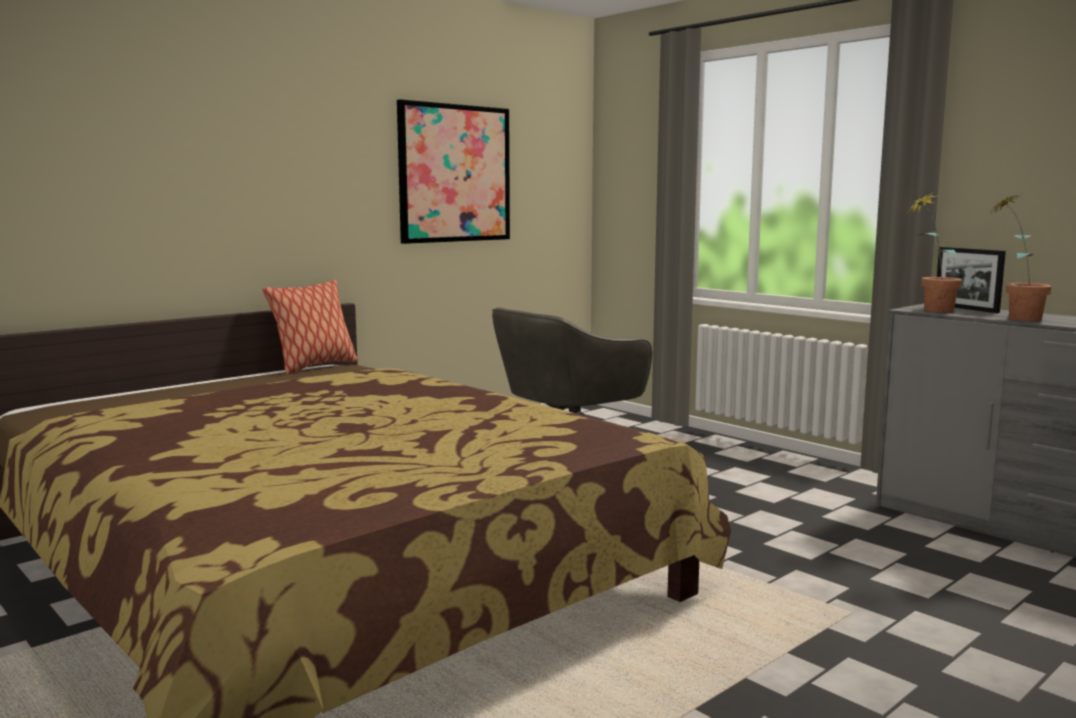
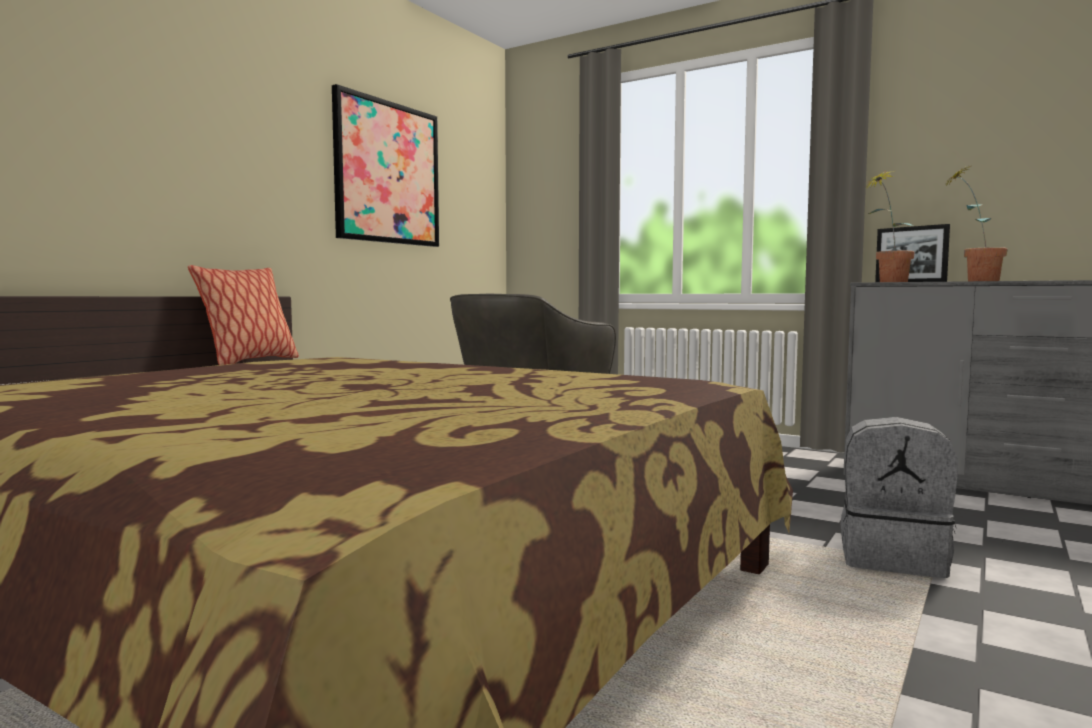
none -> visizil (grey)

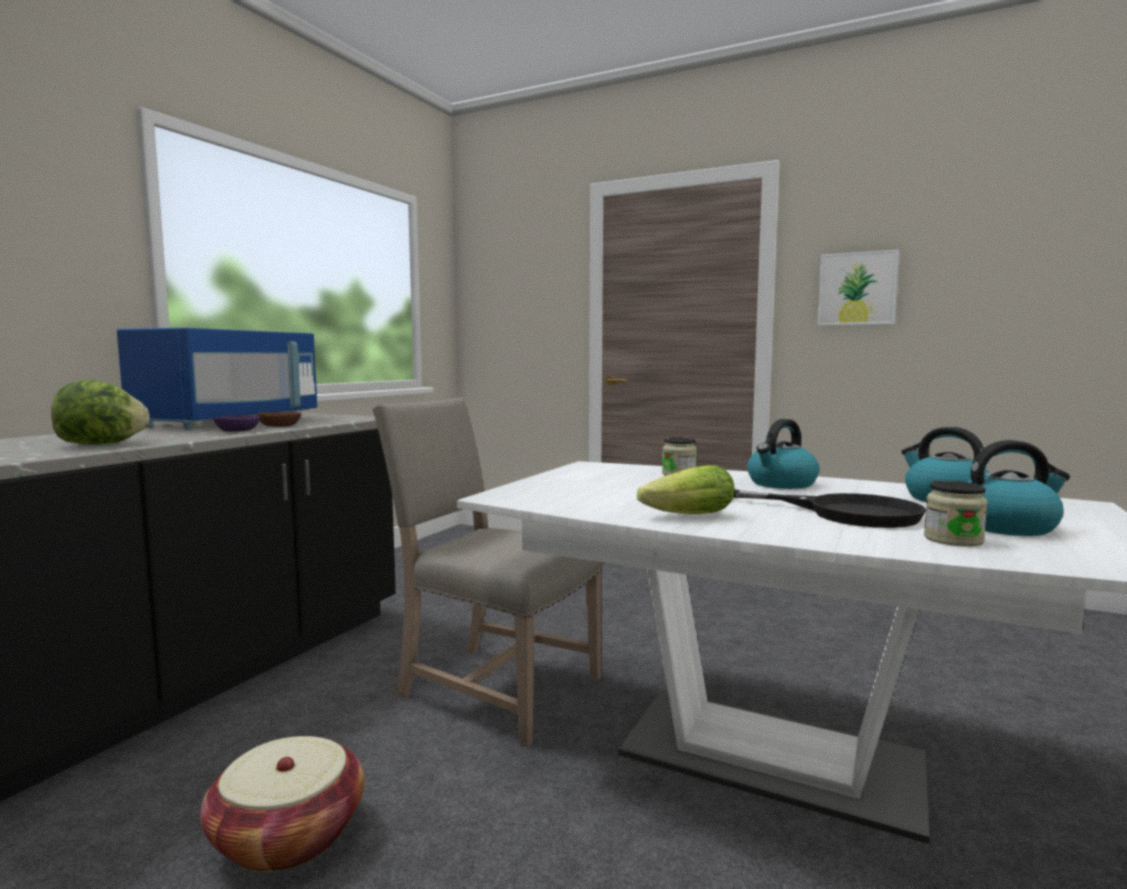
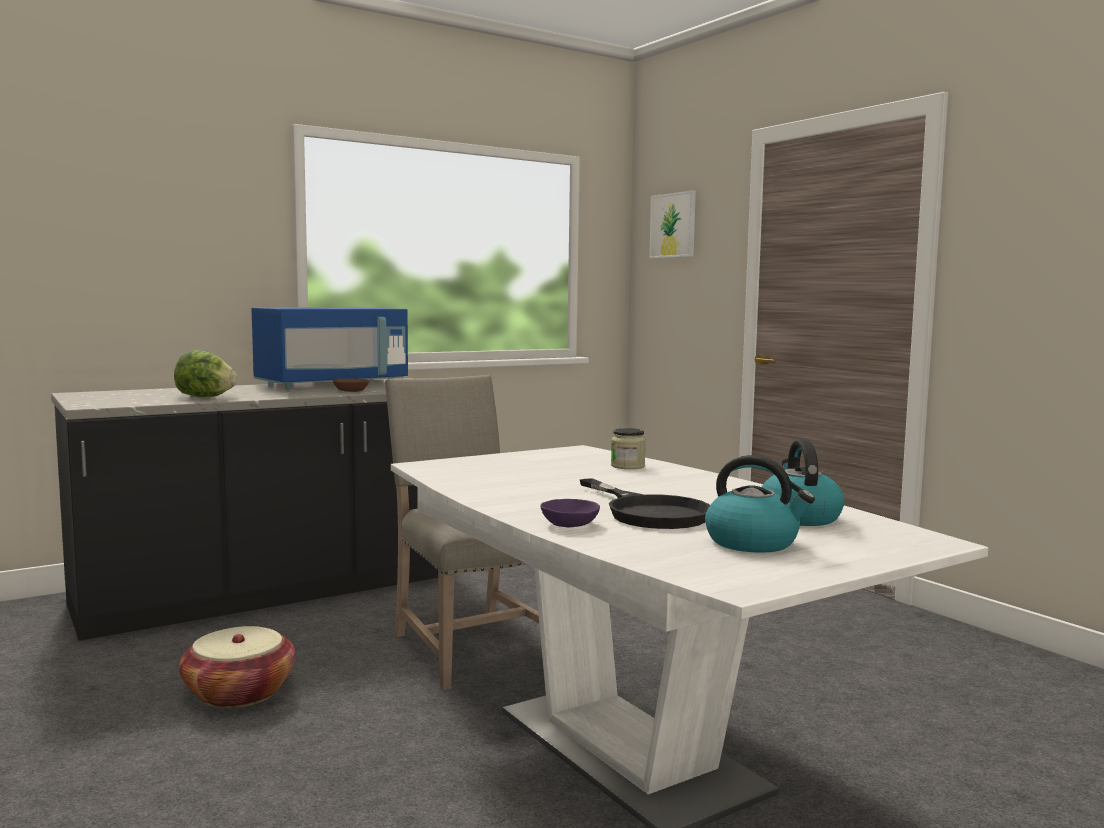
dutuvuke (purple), move
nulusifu, move
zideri (2nd from left) -> none
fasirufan (1st from left) -> none
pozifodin (2nd from left) -> none

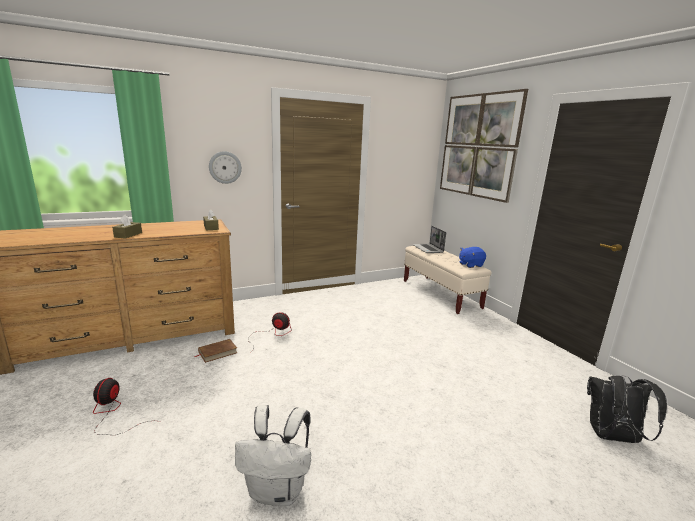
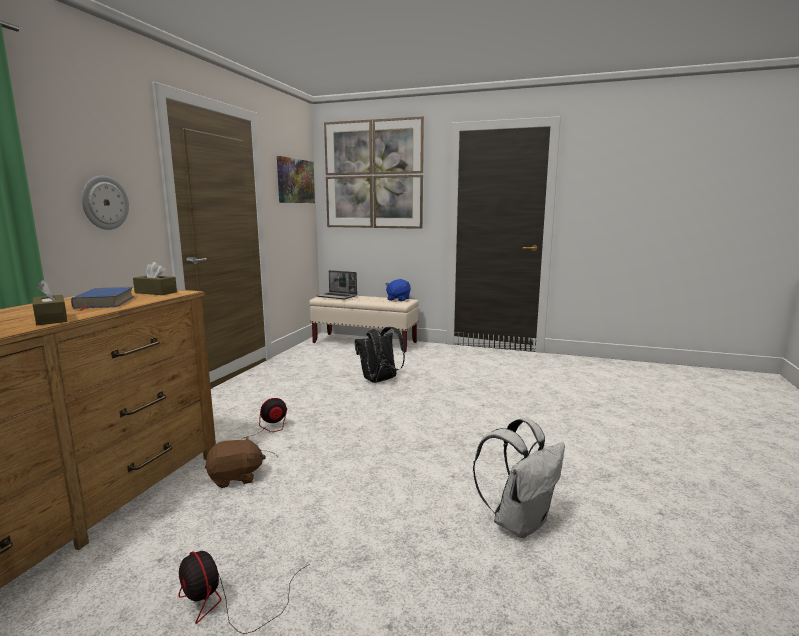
none -> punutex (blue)
punutex (brown) -> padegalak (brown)
none -> nulusifu (1st from left)
visizil (black), move

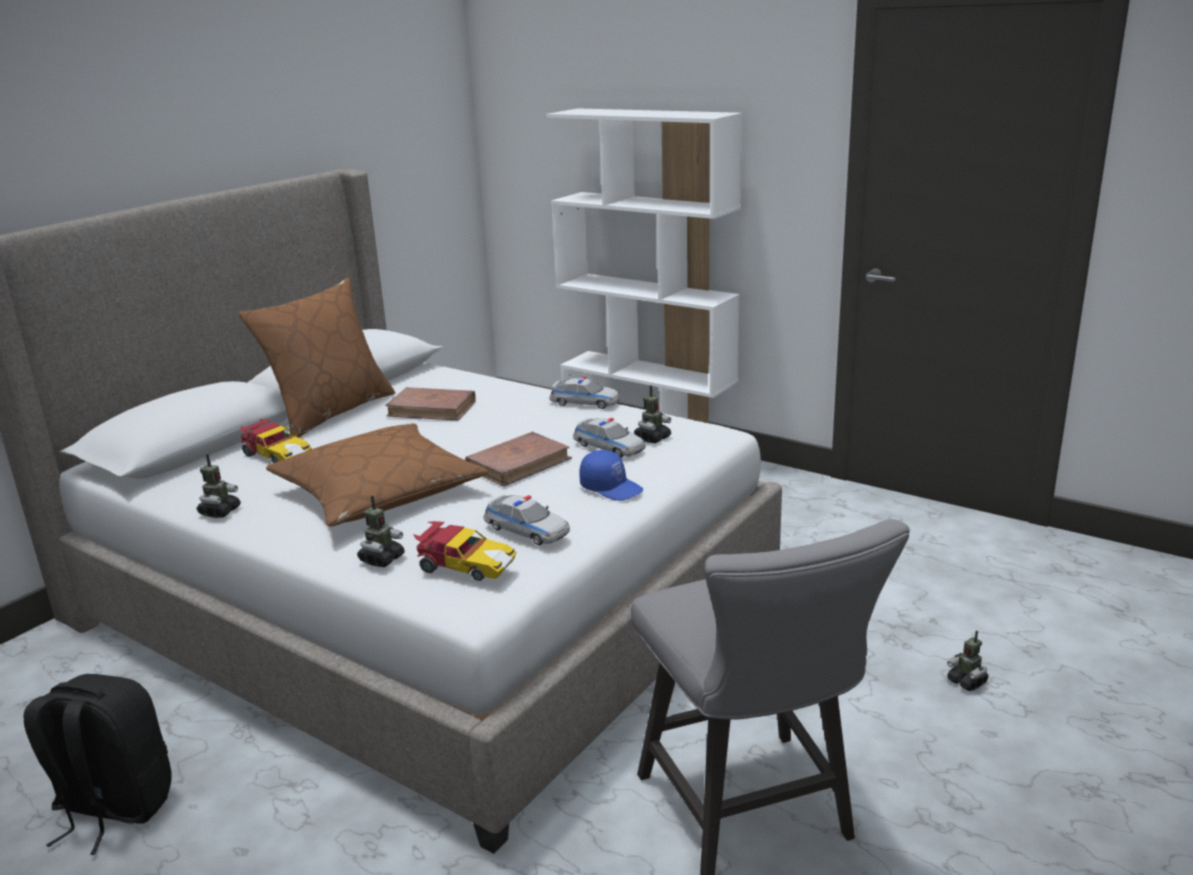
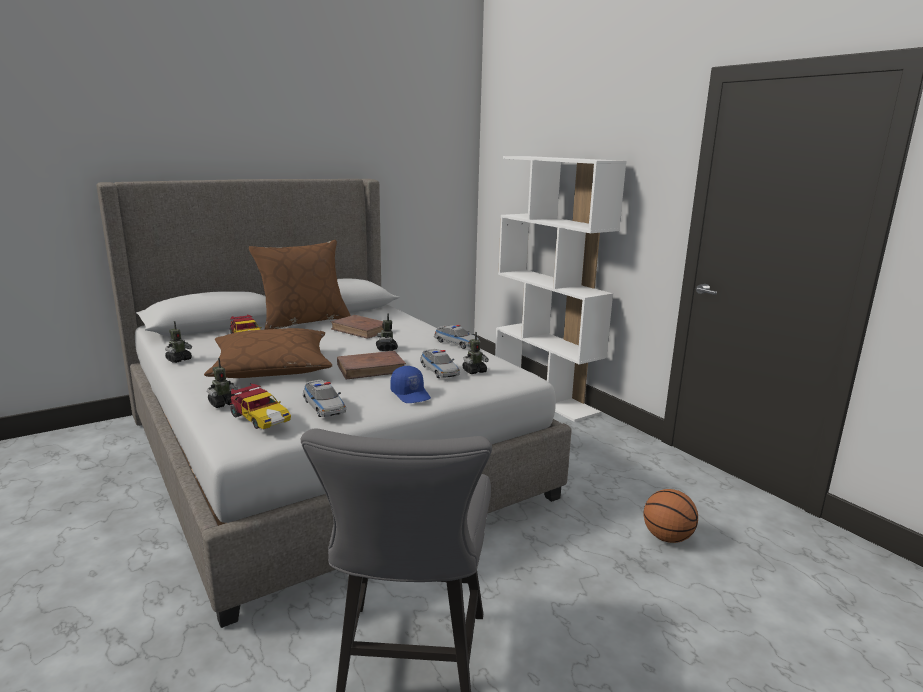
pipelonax (4th from left in the first image) -> pipelonax (3rd from left), move
none -> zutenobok
visizil (black) -> none

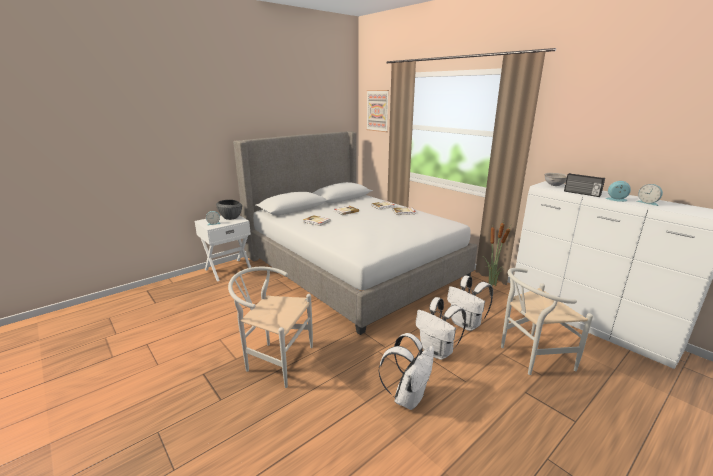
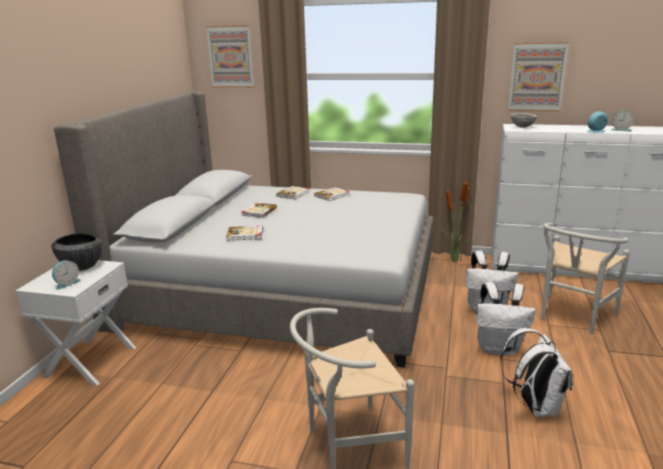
none -> nulusifu (2nd from left)
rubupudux -> none

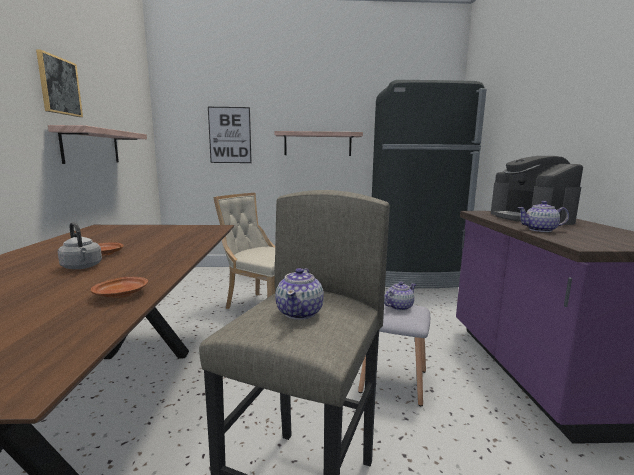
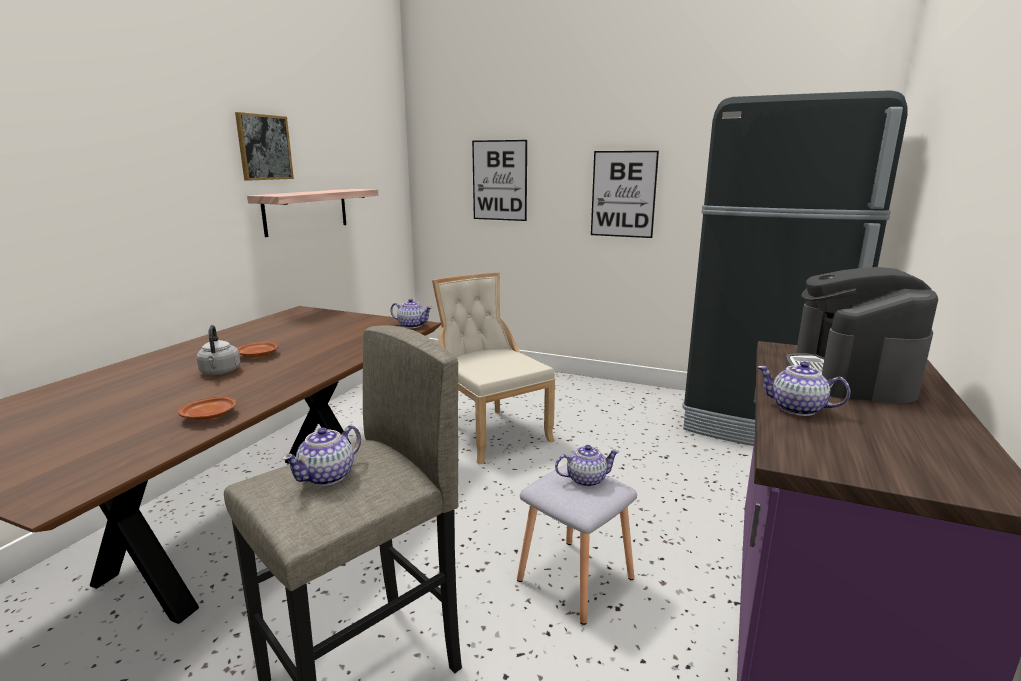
none -> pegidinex (2nd from left)
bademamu (2nd from left) -> nulusifu (3rd from left)

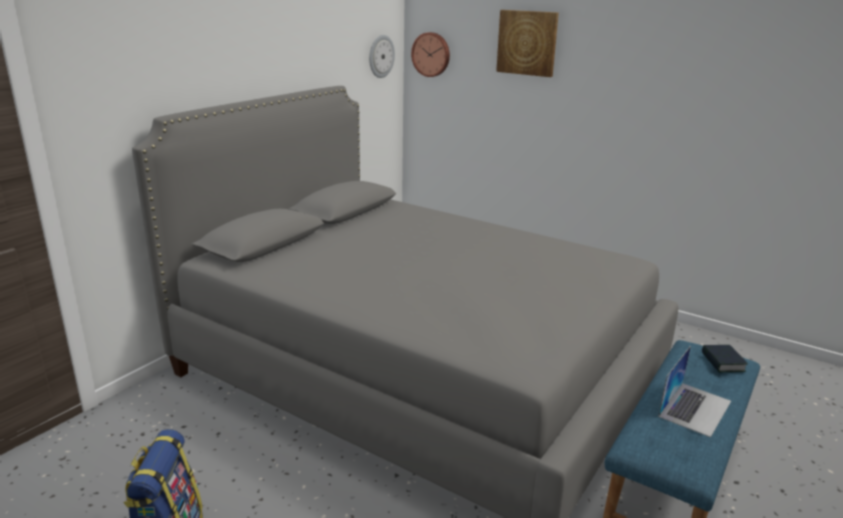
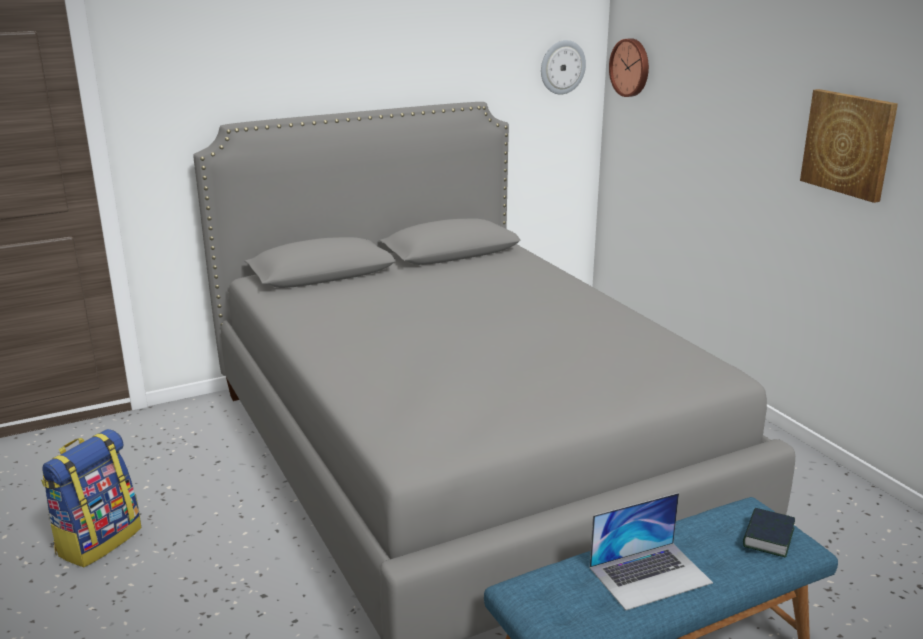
nulusifu, move

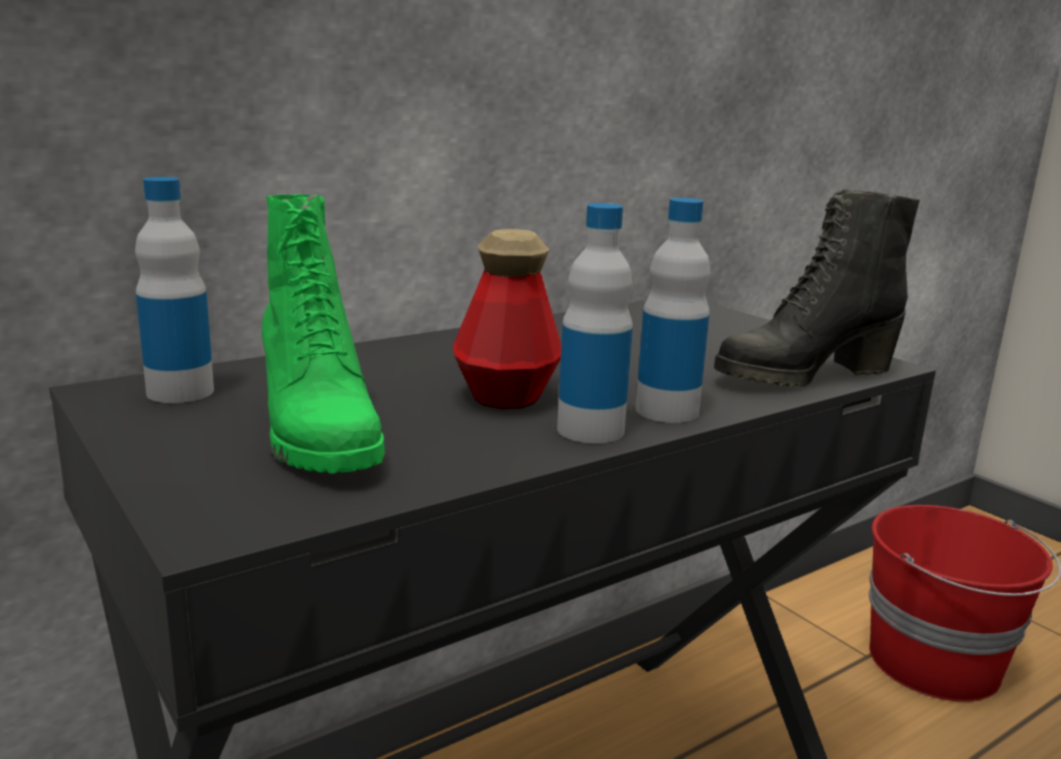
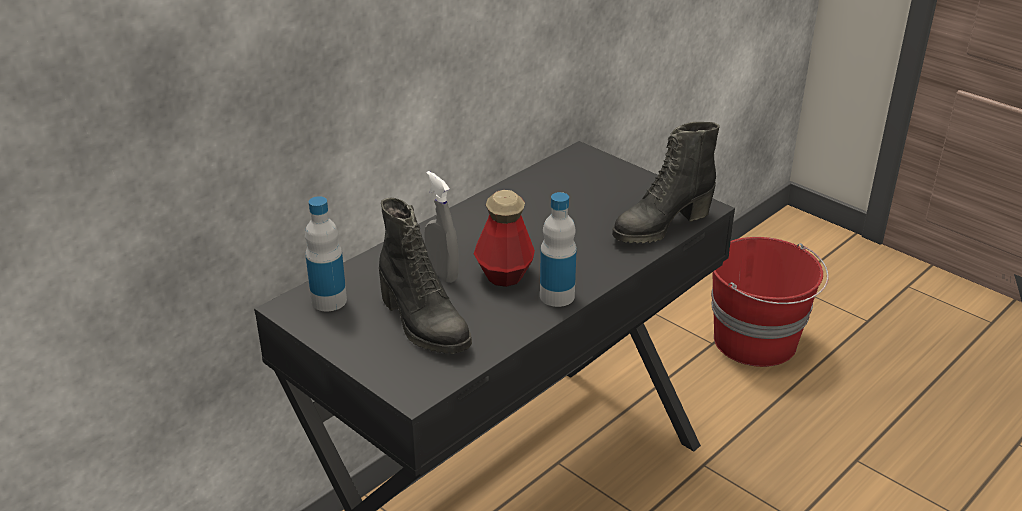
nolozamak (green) -> nolozamak (black) (1st from left)
none -> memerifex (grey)
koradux (4th from left) -> none

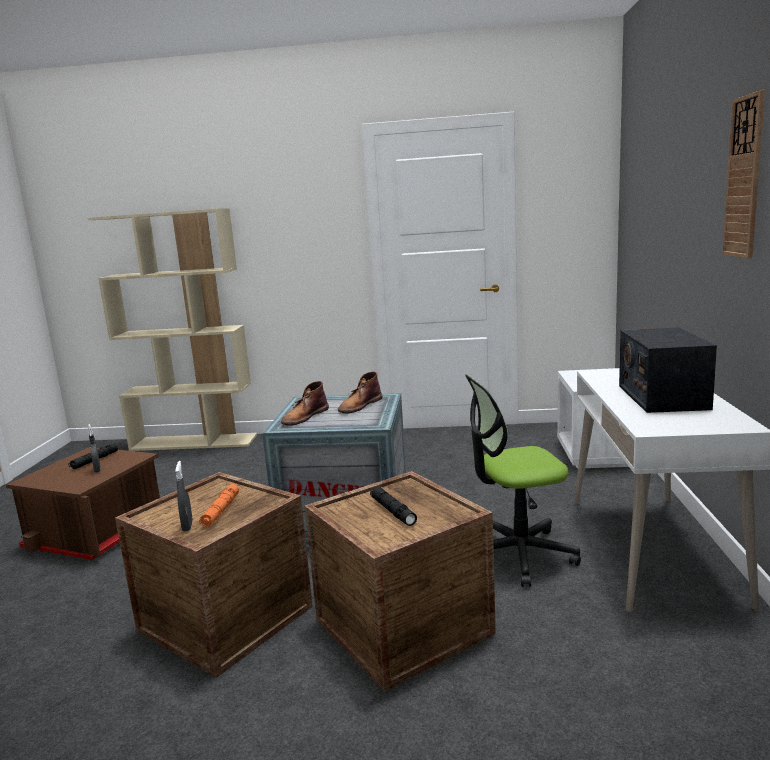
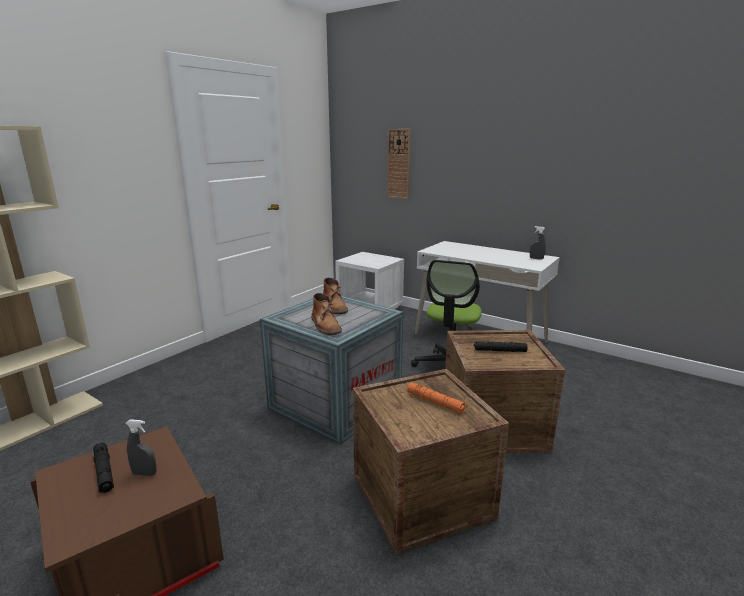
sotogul, move
memerifex (grey) (2nd from left), move
rubupudux -> none

